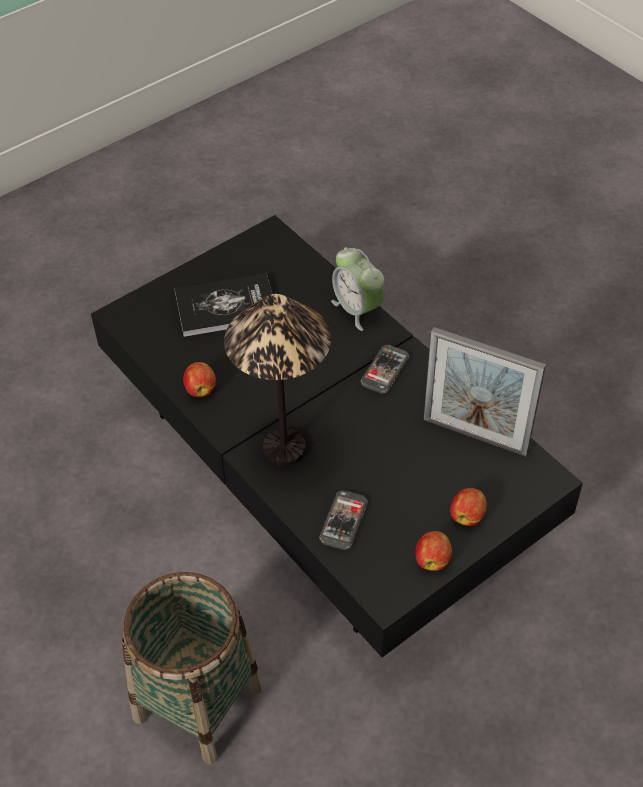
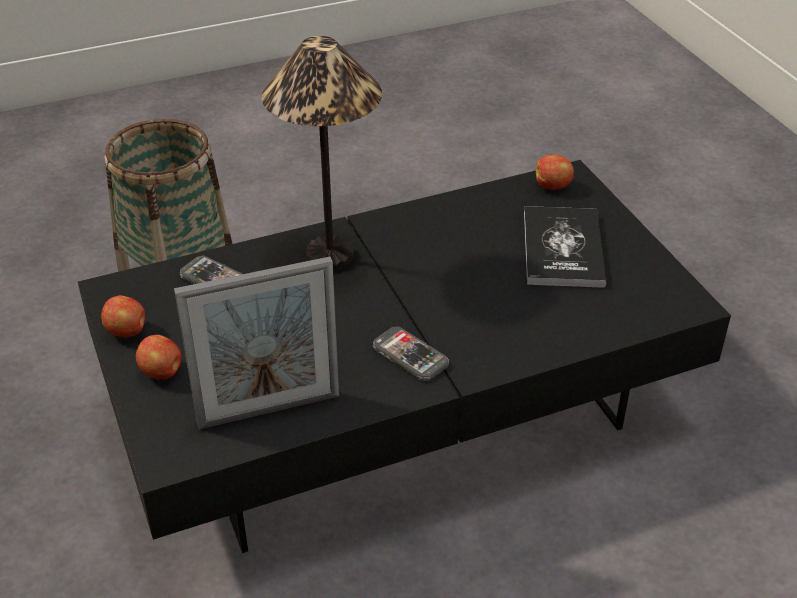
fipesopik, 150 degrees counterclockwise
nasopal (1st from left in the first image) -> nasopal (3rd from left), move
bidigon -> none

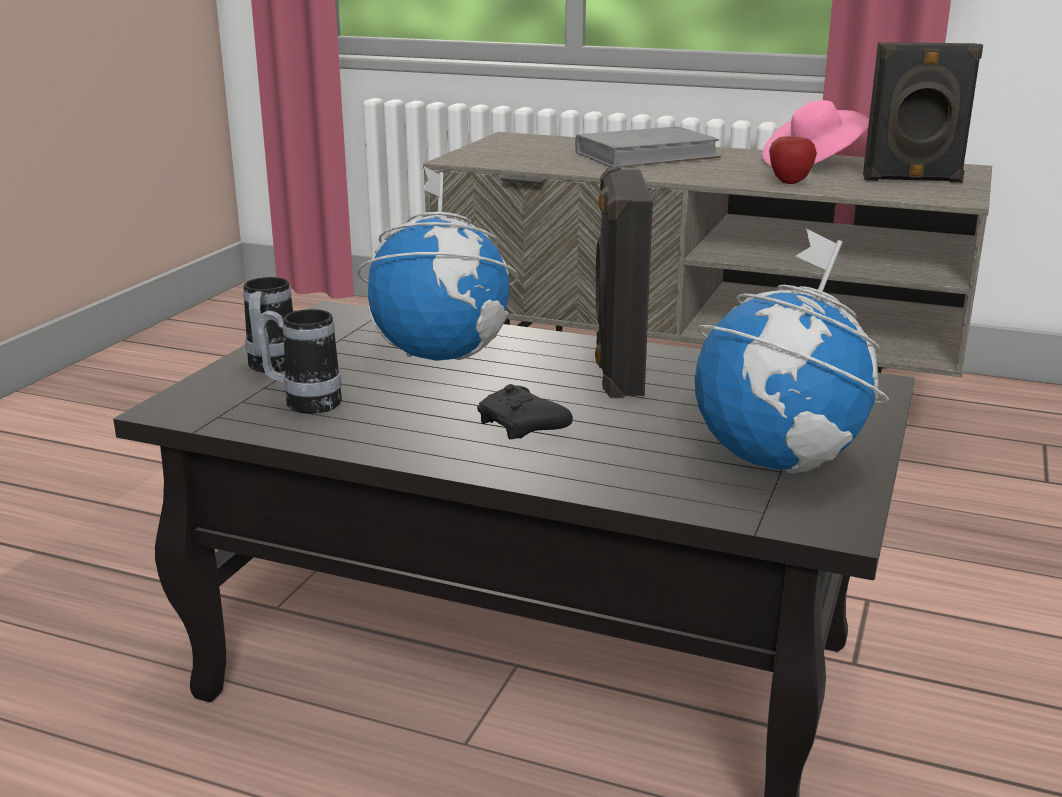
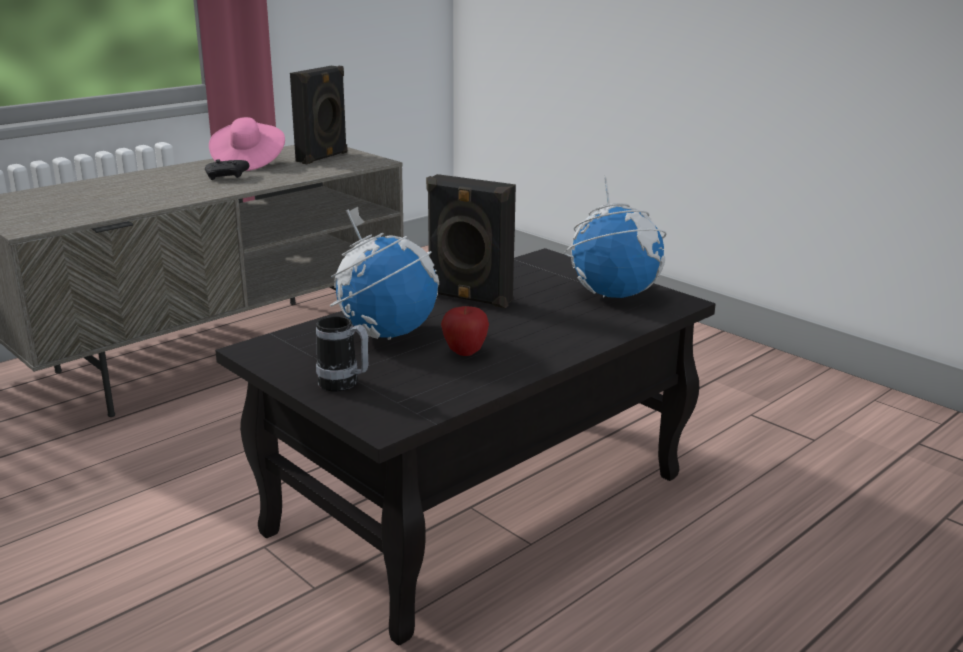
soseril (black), move
nasopal, move
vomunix (2nd from left) -> none
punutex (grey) -> none

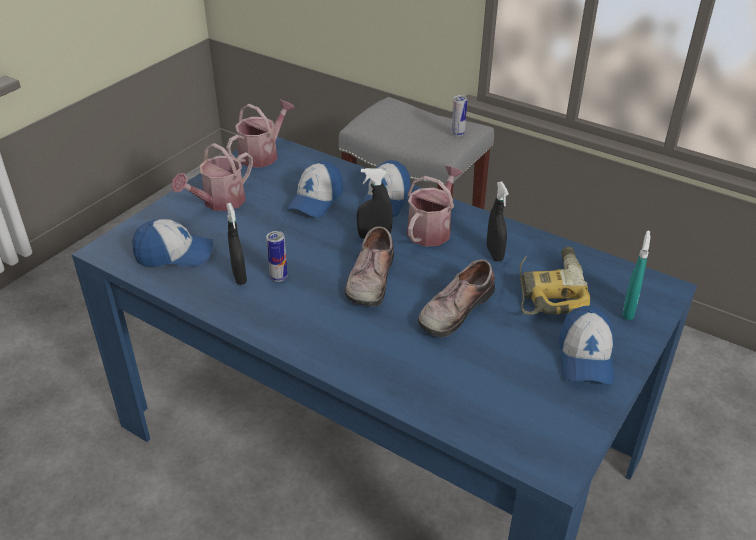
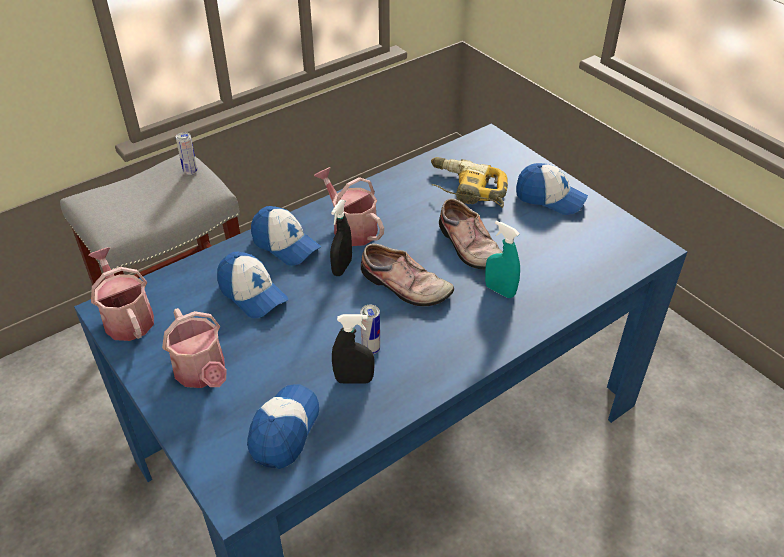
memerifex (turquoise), move
memerifex (black) (3rd from left) -> none

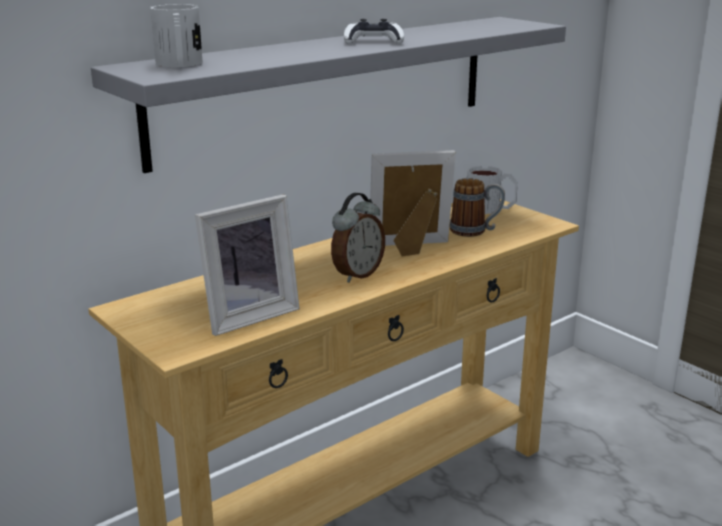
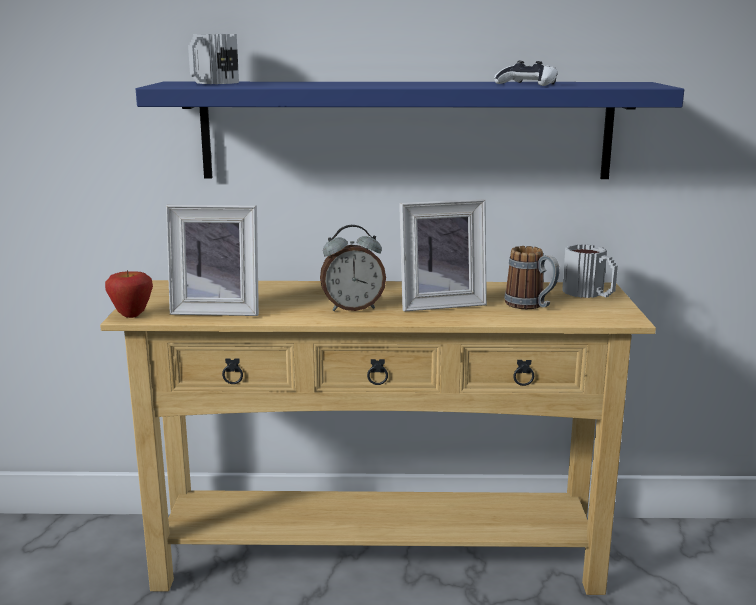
none -> nasopal
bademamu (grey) -> bademamu (blue)
fipesopik (2nd from left), 135 degrees clockwise
soseril (white), move

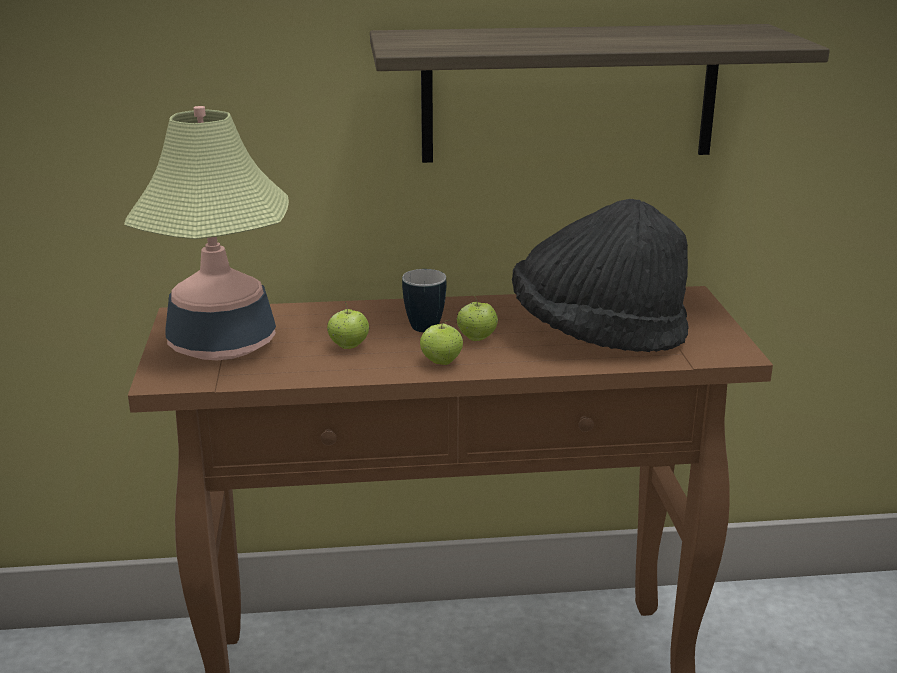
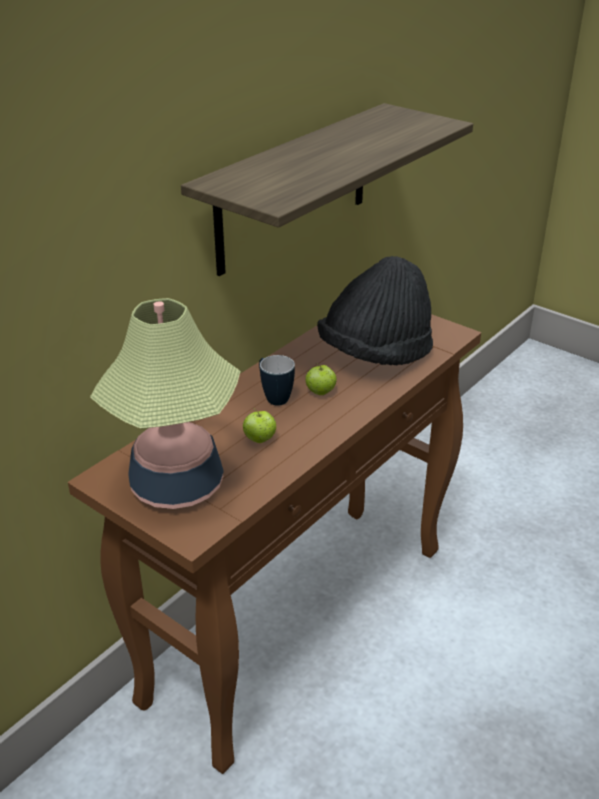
nasopal (2nd from left) -> none

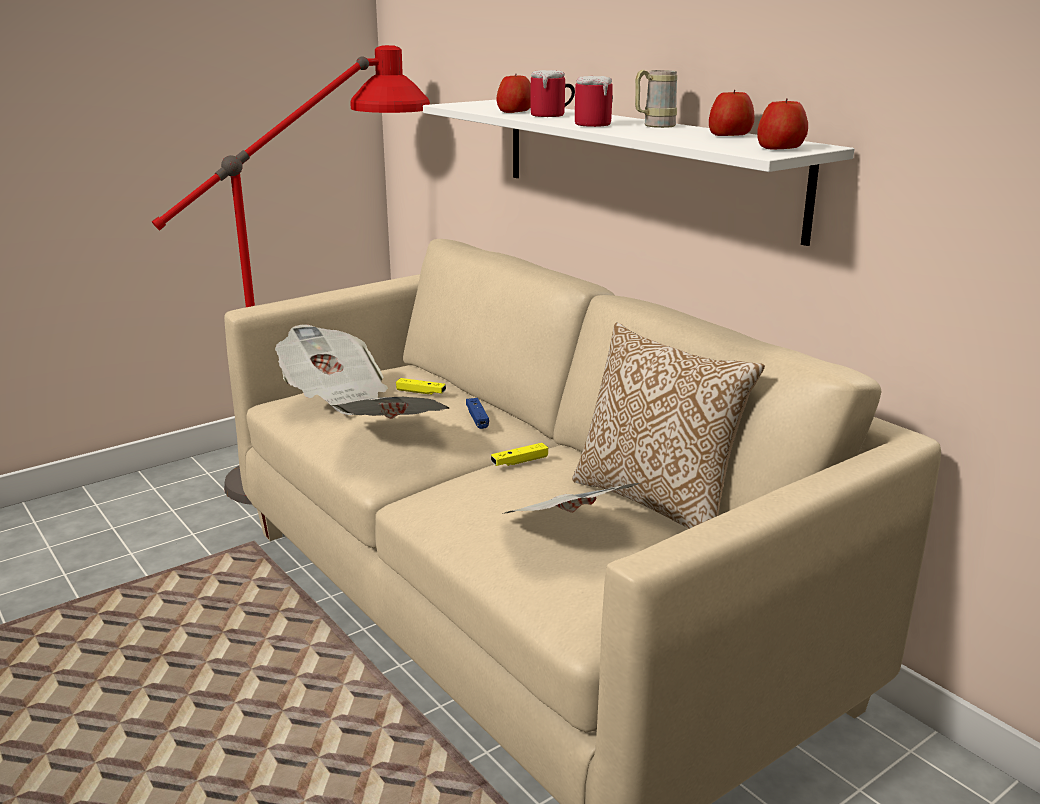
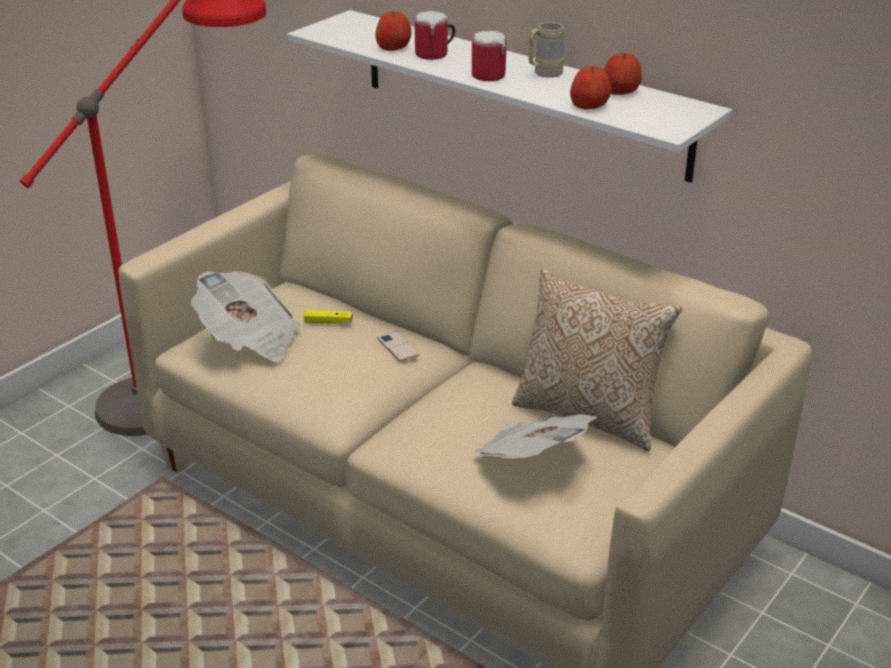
soseril (blue) -> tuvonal
nasopal (3rd from left in the first image) -> nasopal (2nd from left), move
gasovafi (2nd from left) -> none
soseril (yellow) (2nd from left) -> none

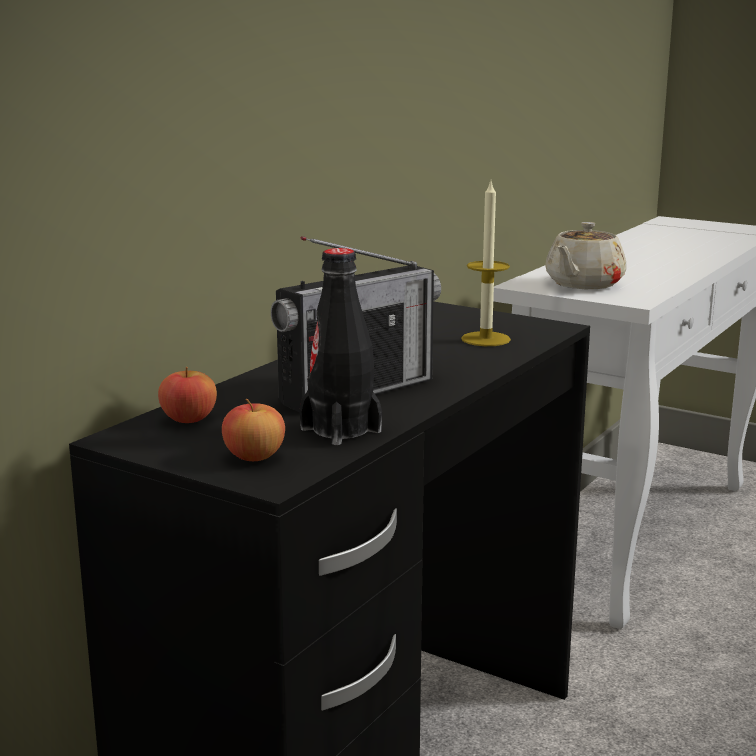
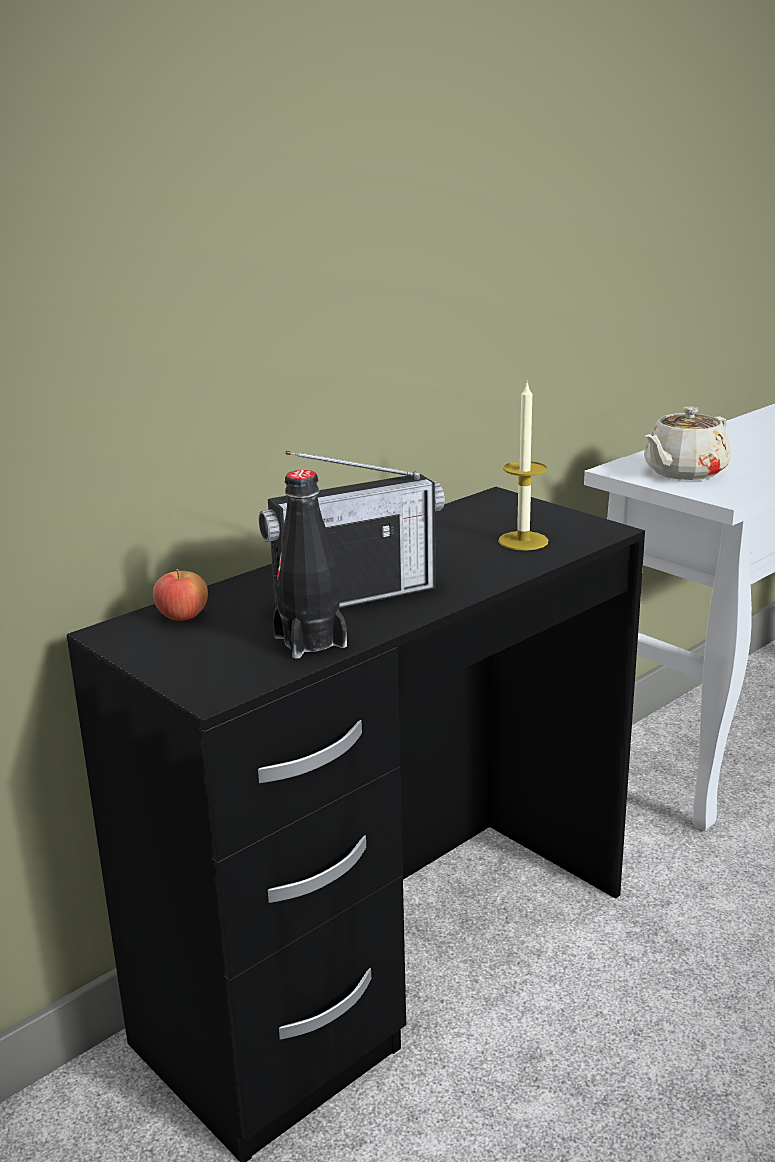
nasopal (2nd from left) -> none

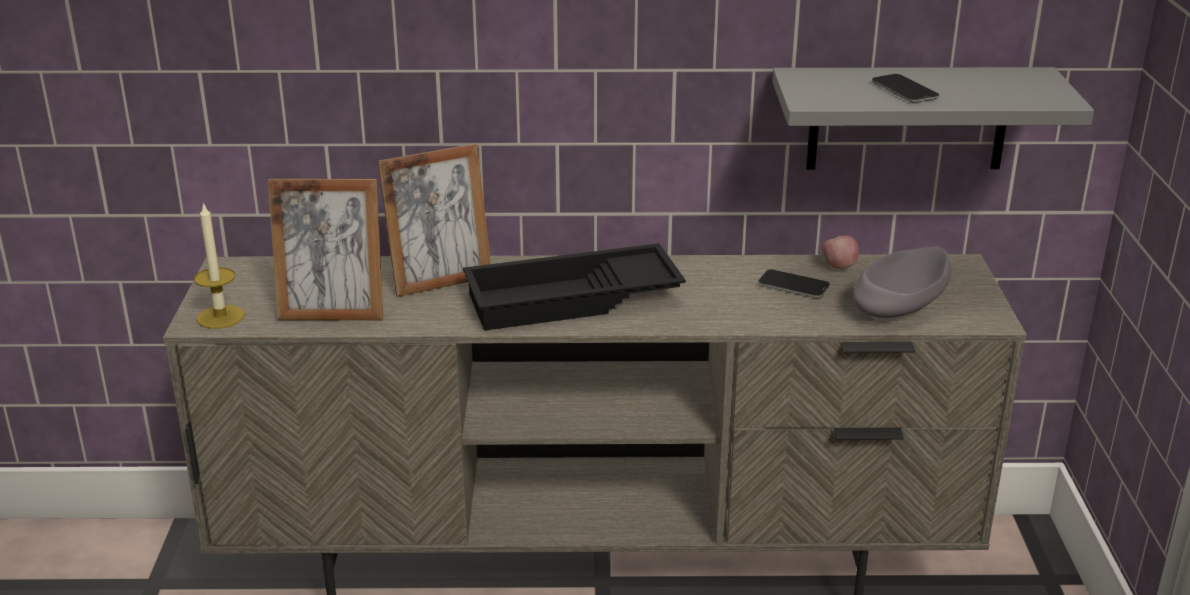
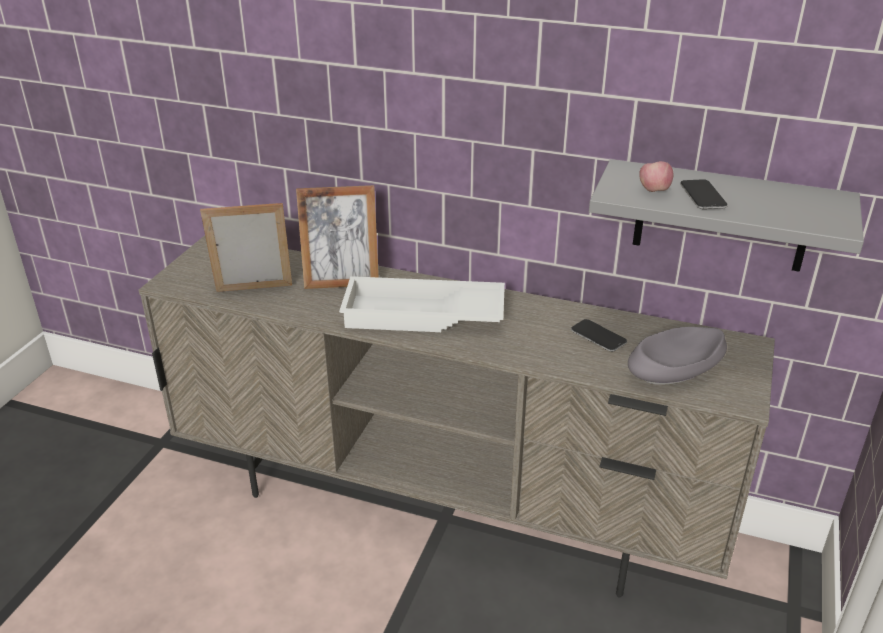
fipesopik (1st from left), 150 degrees clockwise
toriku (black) -> toriku (white)
nasopal, move
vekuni -> none

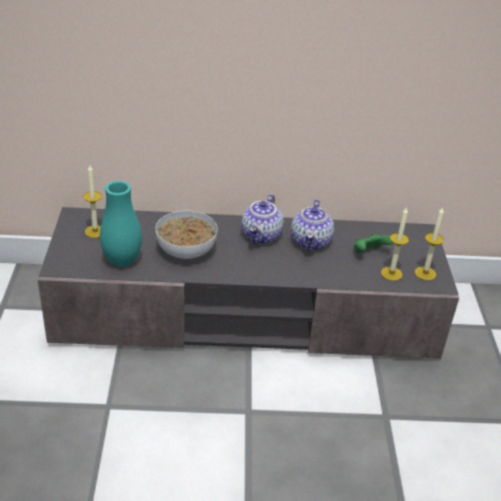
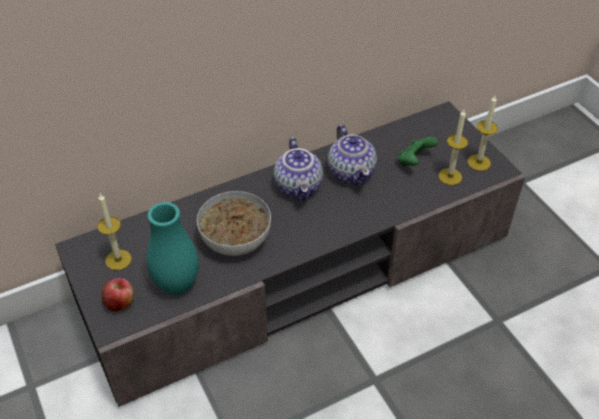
none -> nasopal

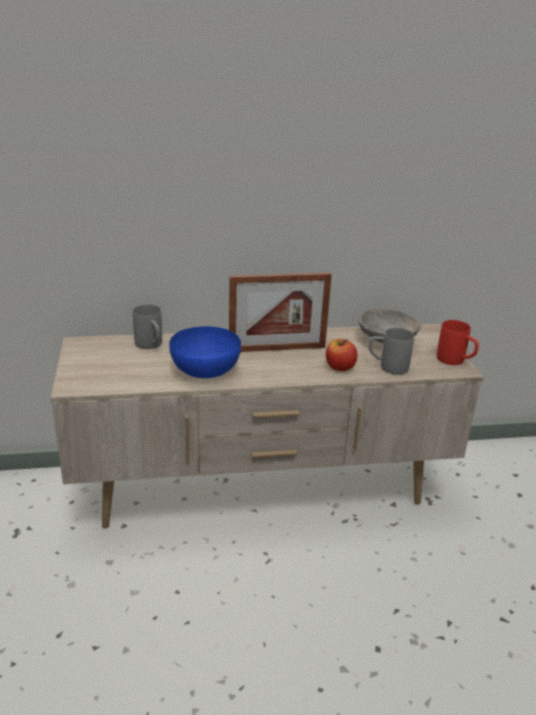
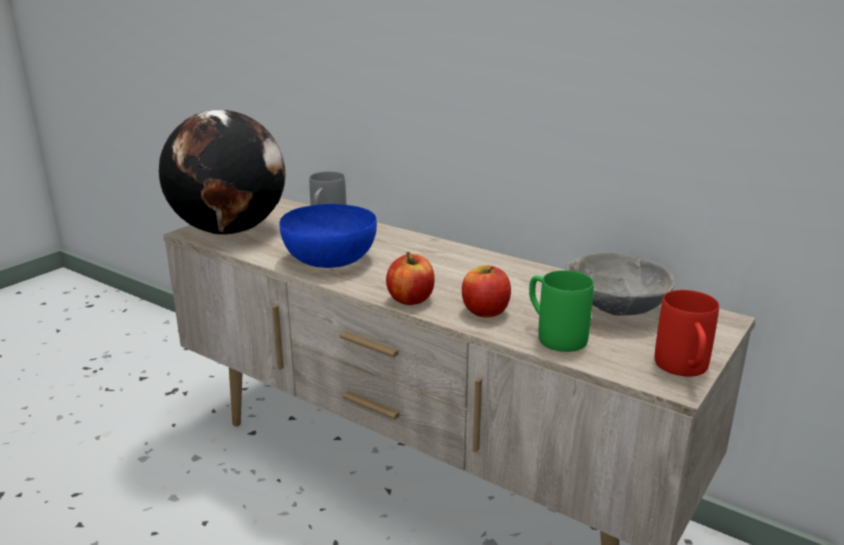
none -> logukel
none -> nasopal (1st from left)
vomunix (grey) (2nd from left) -> vomunix (green)
fipesopik -> none

